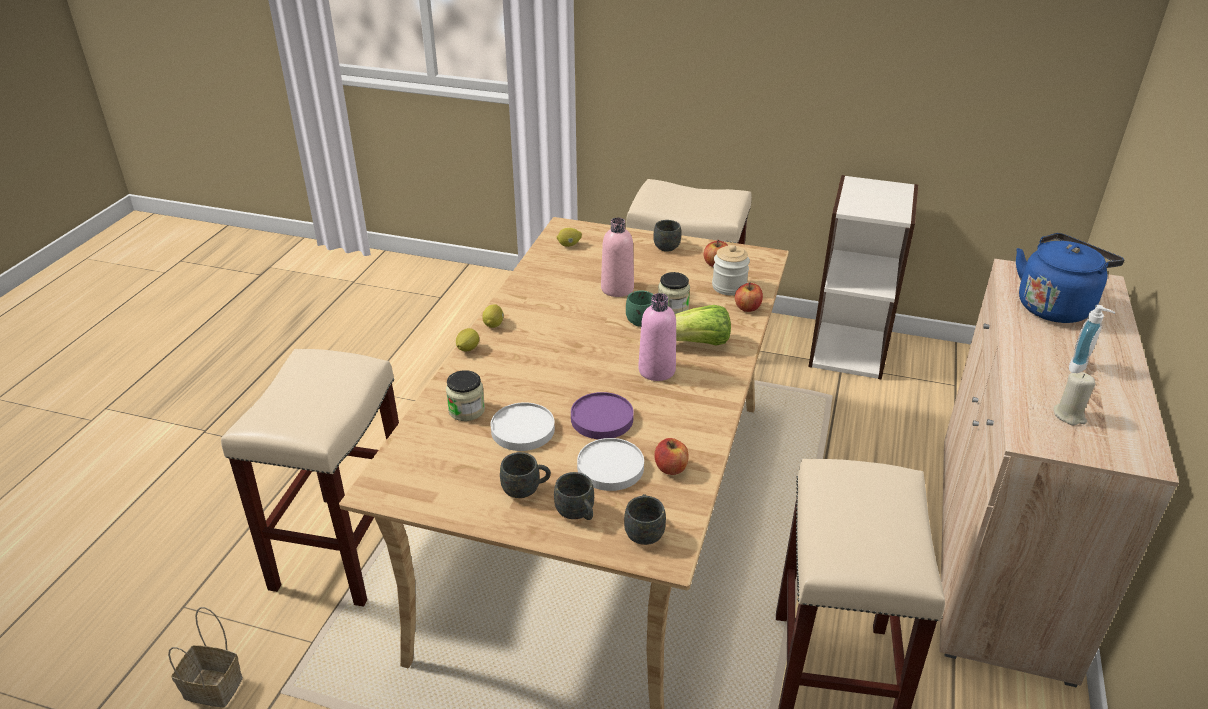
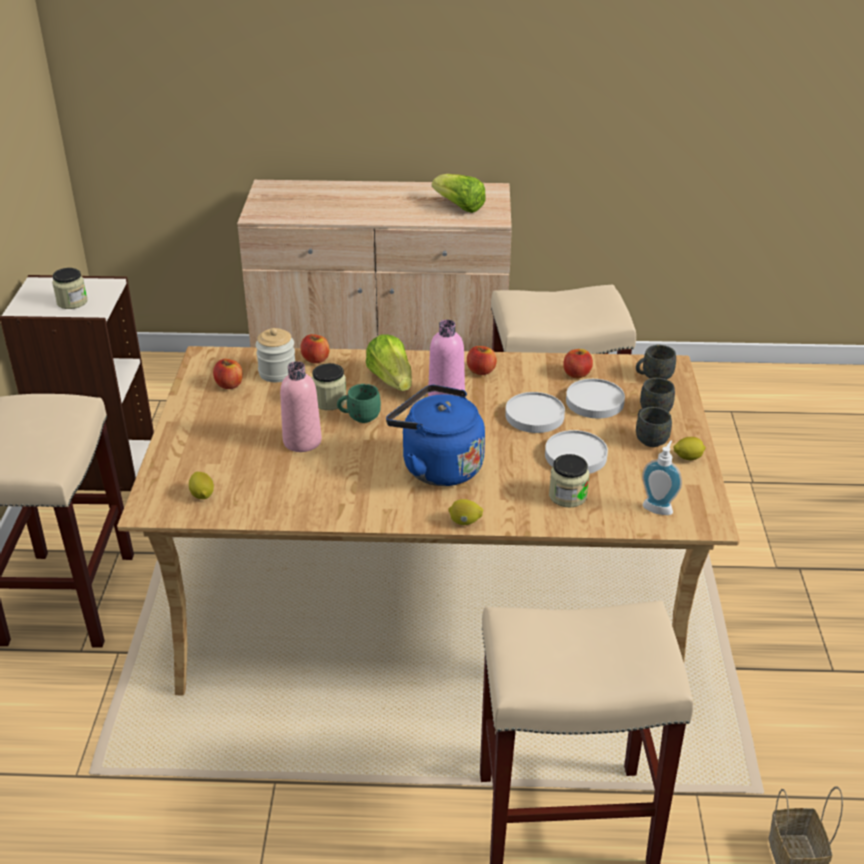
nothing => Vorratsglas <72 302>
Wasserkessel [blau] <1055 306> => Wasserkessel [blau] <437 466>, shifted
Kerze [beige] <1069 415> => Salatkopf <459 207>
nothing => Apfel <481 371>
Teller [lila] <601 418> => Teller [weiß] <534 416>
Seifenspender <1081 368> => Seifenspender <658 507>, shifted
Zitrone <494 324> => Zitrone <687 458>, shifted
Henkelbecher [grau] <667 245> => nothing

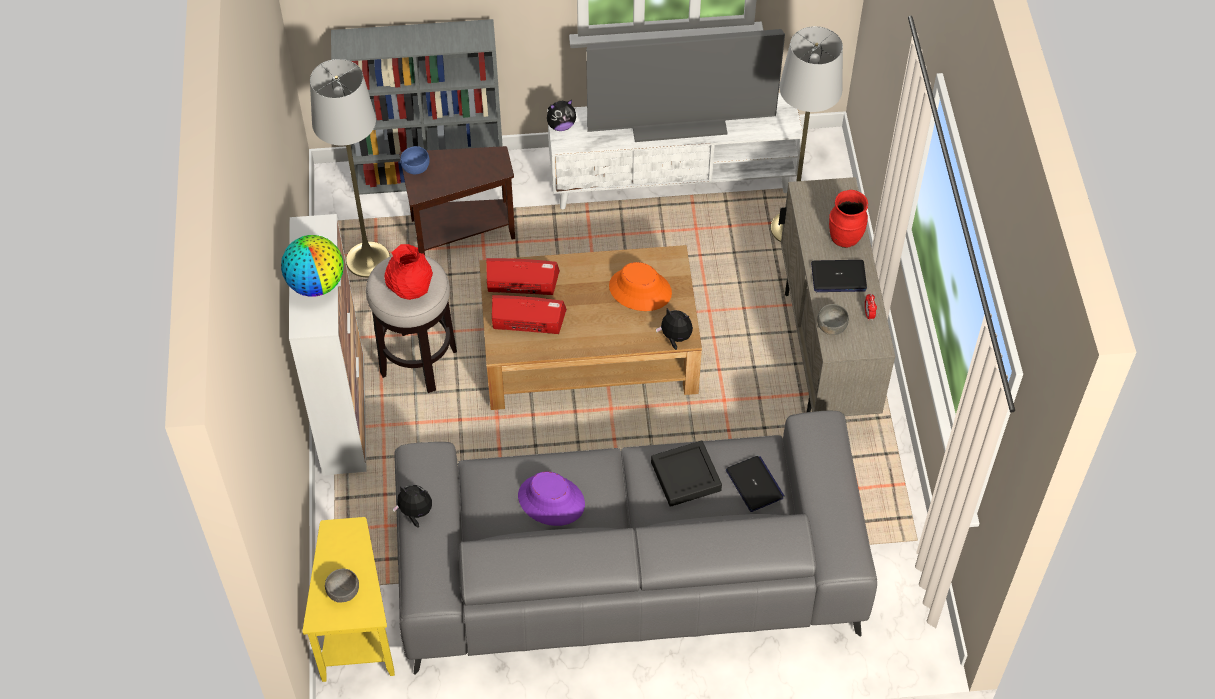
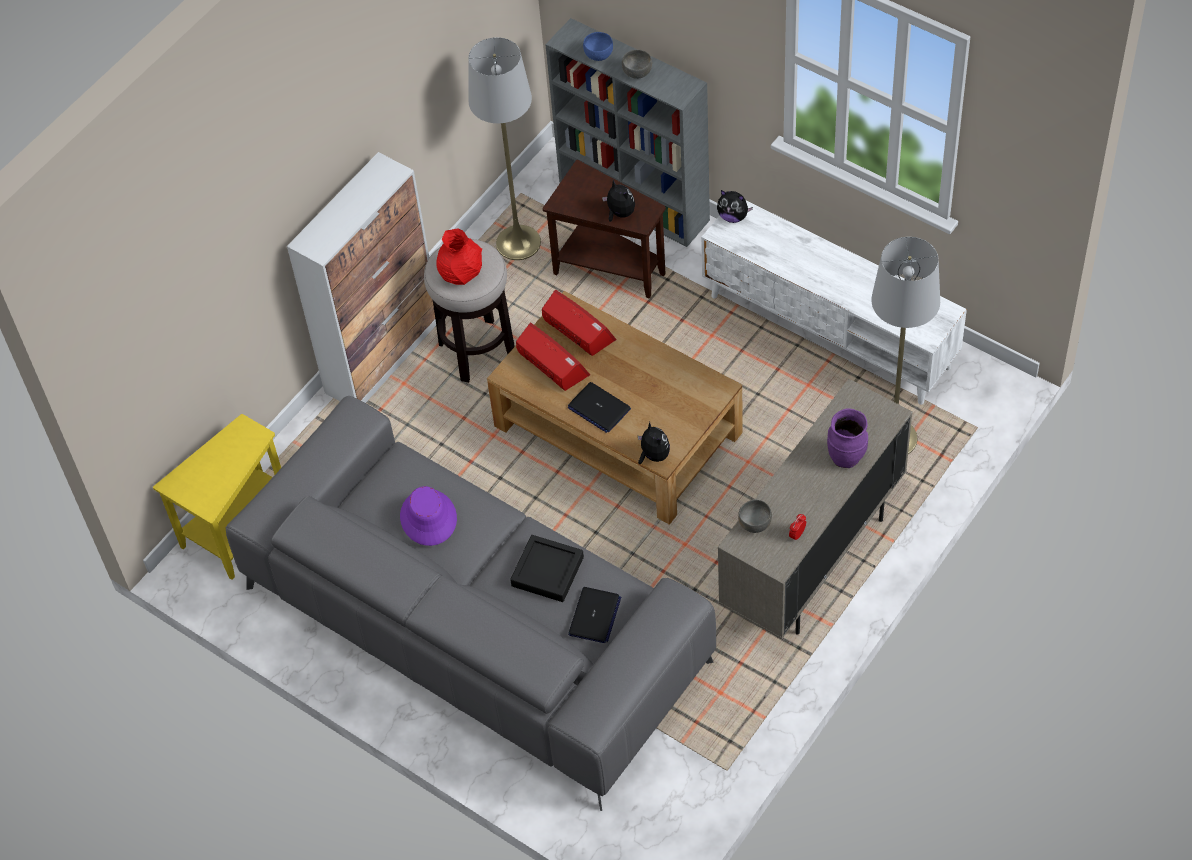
Laptop <838 277> => Laptop <599 408>, shifted
Schüssel [blau] <415 168> => Schüssel [blau] <598 54>, shifted
Plüschtier <415 513> => Plüschtier <619 213>, shifted
Schüssel [grau] <344 591> => Schüssel [grau] <637 72>, shifted
Vase [rot] <844 238> => Vase [lila] <846 457>
Globus <316 284> => nothing
Fernseher <679 121> => nothing
Hut [orange] <640 290> => nothing

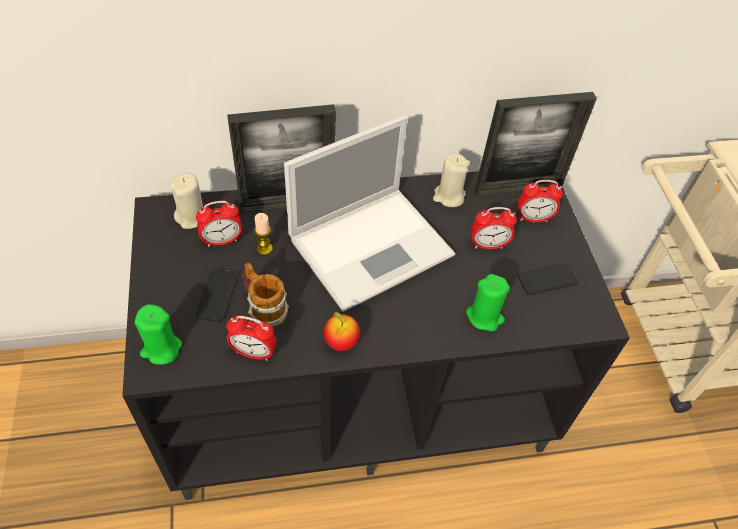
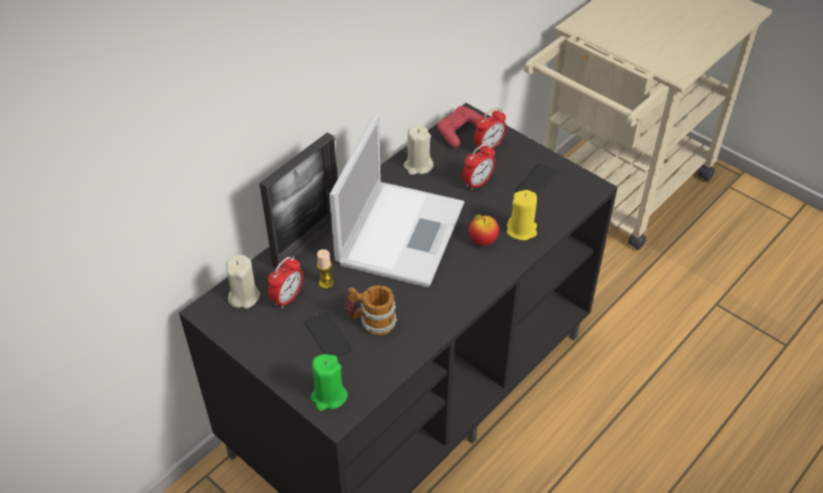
Bilderrahmen <518 188> => Gamepad [rot] <459 131>
Apfel <341 342> => Apfel <482 241>, shifted
Kerze [grün] <484 316> => Kerze [gelb] <521 230>
Wecker <253 353> => nothing

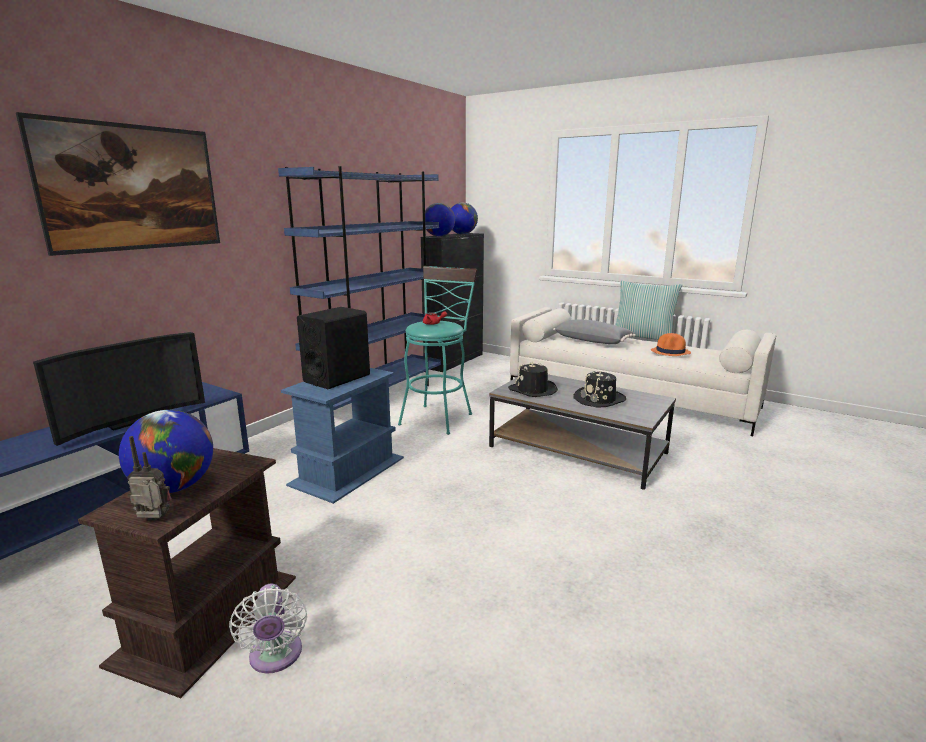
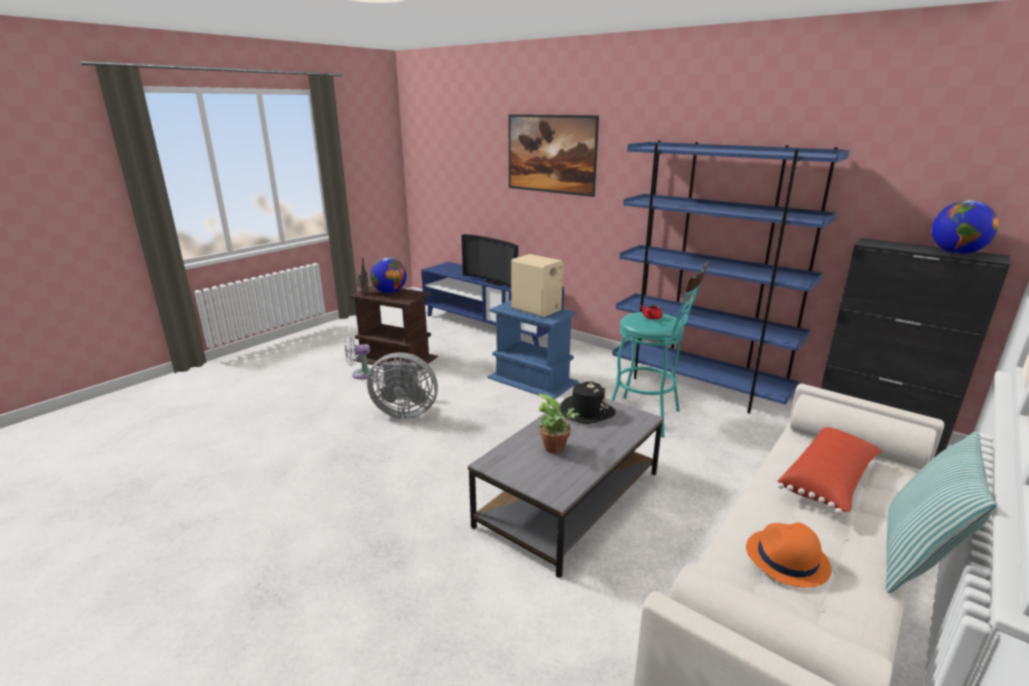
nothing => Ventilator [grau] <405 412>
Lautsprecher [schwarz] <337 378> => Lautsprecher [beige] <536 309>
Hut [schwarz] <599 399> => Topfpflanze <556 449>
Kissen [grau] <593 341> => Kissen [rot] <829 482>
Globus <439 236> => nothing

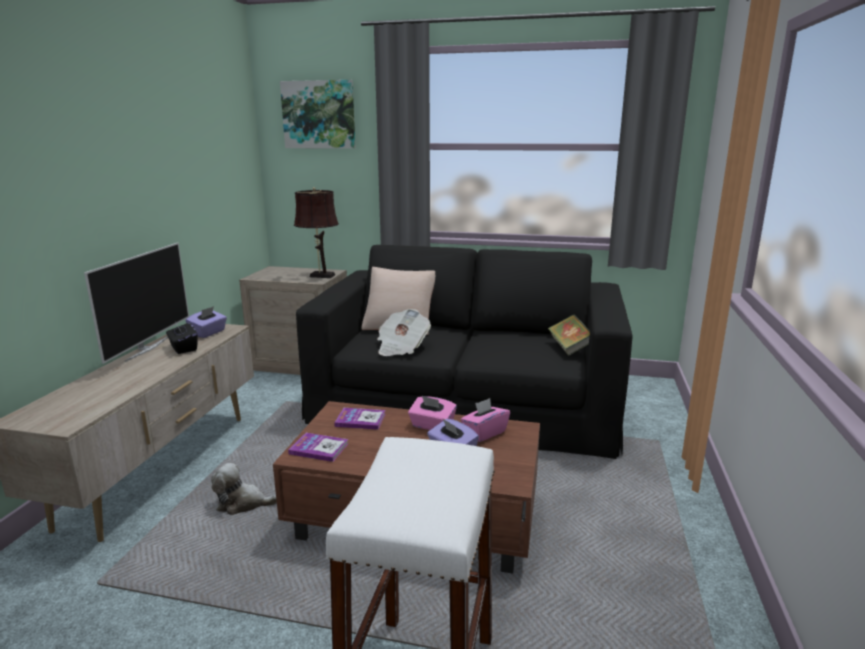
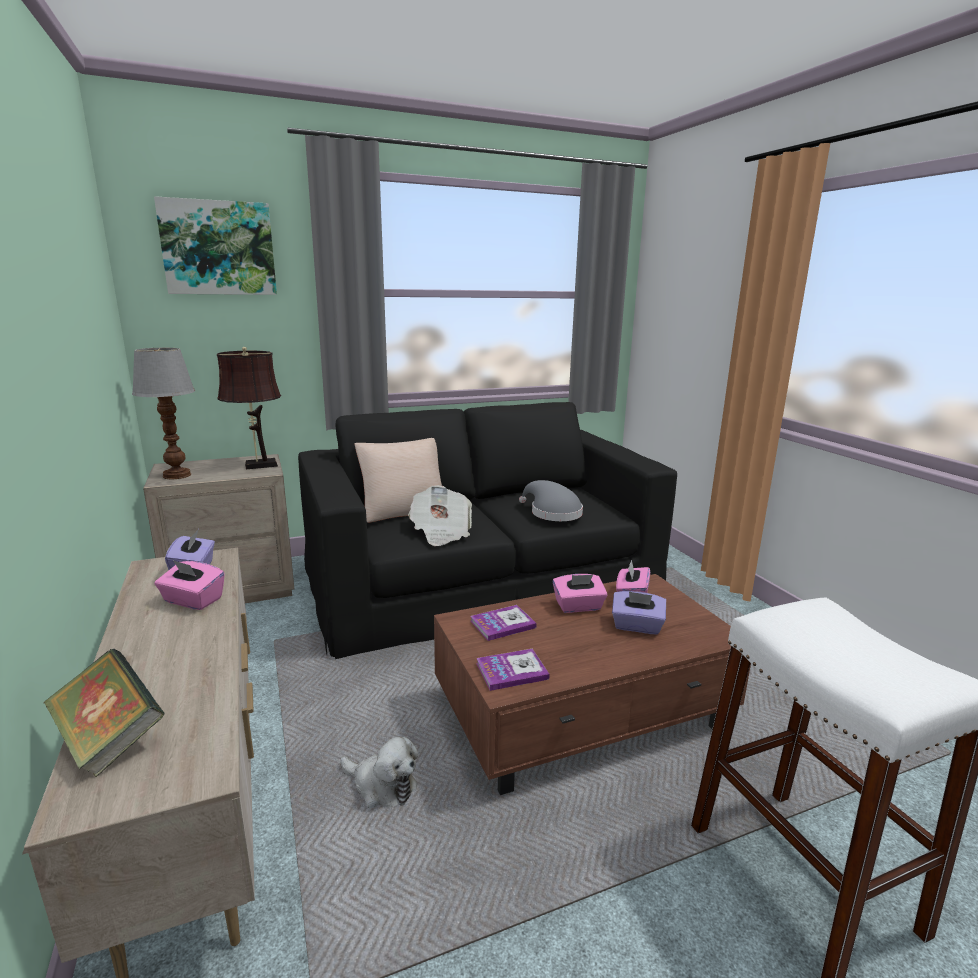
Buch <570 348> => Buch <110 738>, shifted
nothing => Tischlampe <177 475>
Taschentuchbox [schwarz] <183 348> => Taschentuchbox [rosa] <192 600>
Plüschtier <242 504> => Plüschtier <382 786>, 120 degrees counterclockwise
nothing => Hut [grau] <552 513>
Fernseher <146 348> => nothing

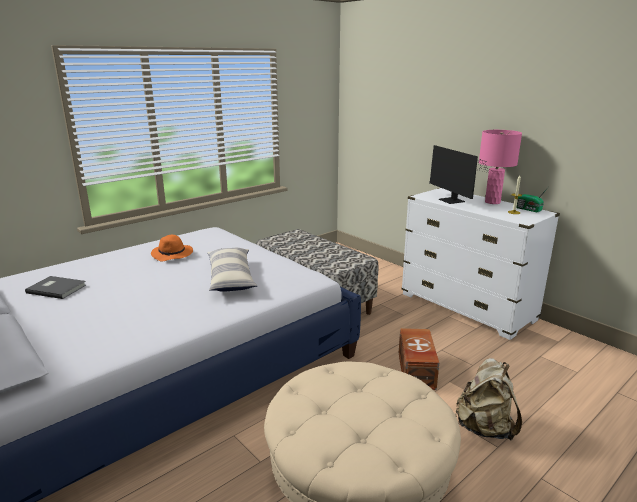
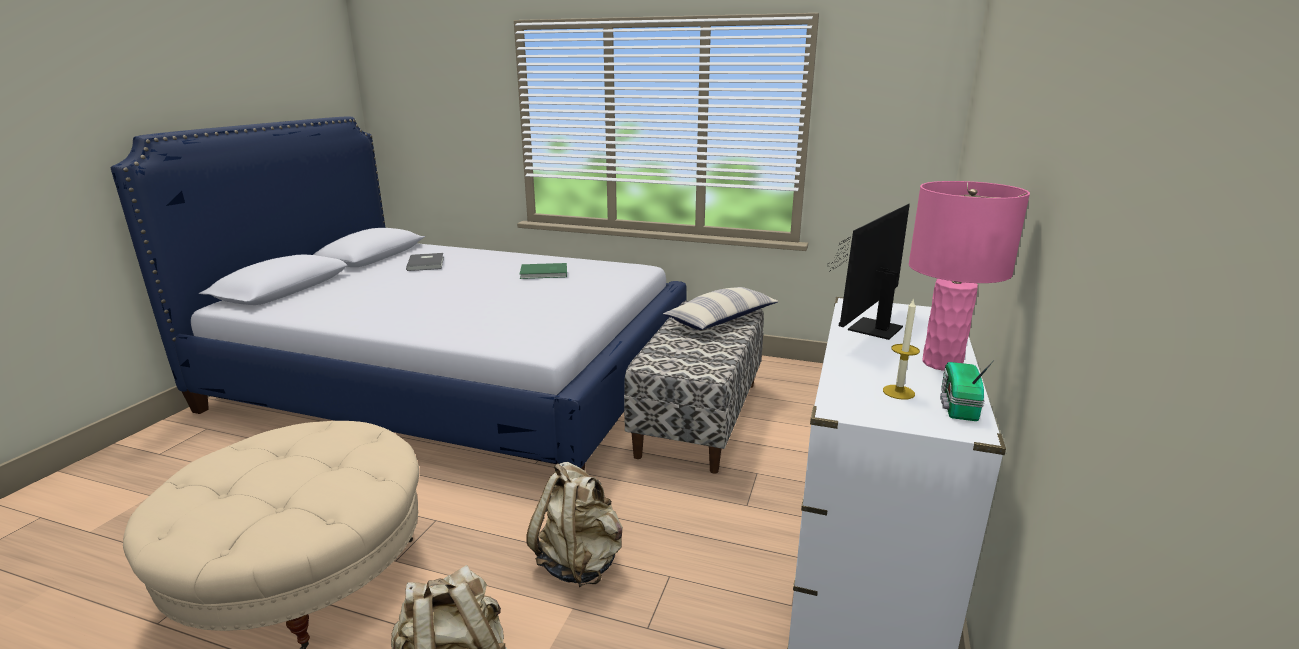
Hut [orange] <173 255> => Buch [grün] <544 273>
Aufbewahrungsbox [braun] <415 370> => Rucksack [beige] <579 562>
Kissen <231 278> => Kissen <721 320>, shifted

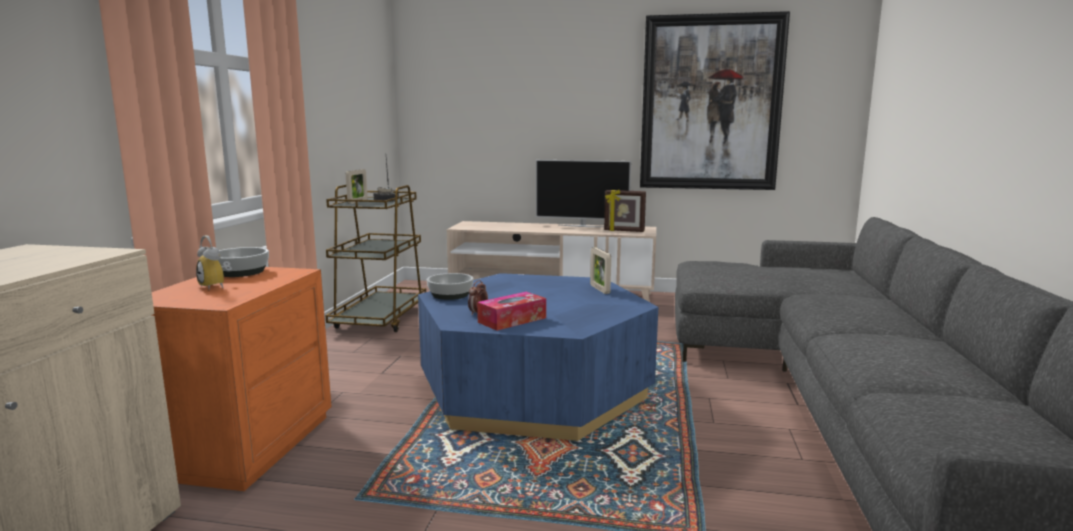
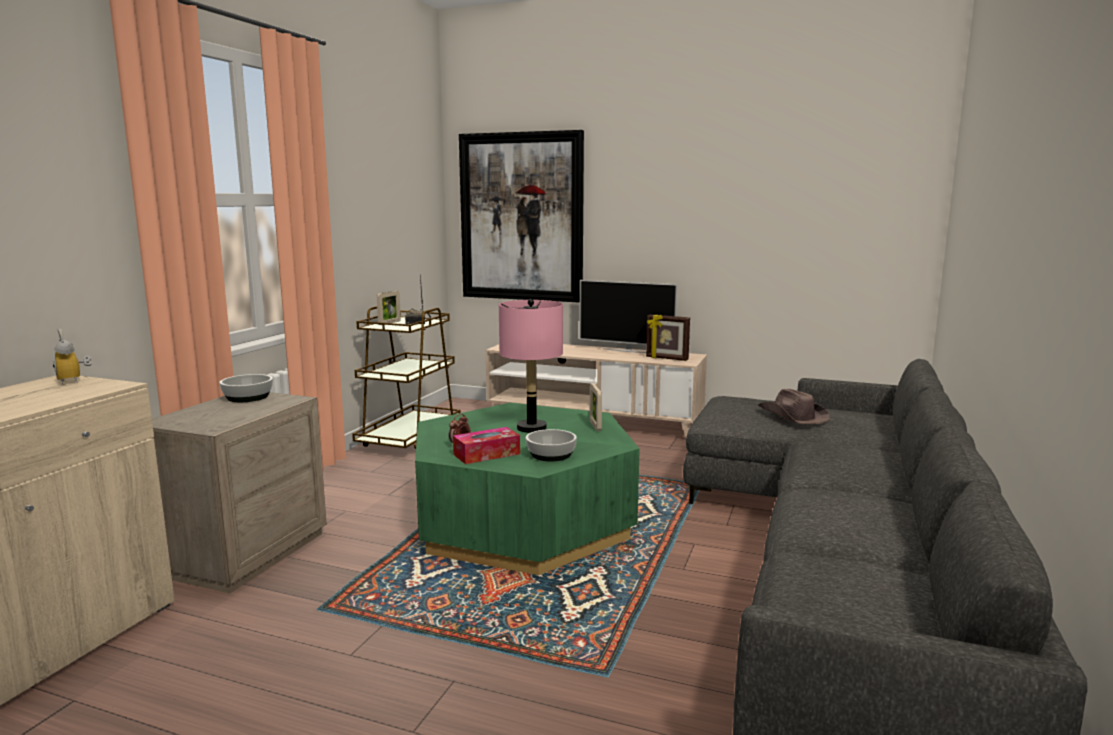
Wecker <217 286> => Wecker <75 380>, shifted
Nachttisch [orange] <244 445> => Nachttisch [beige] <243 553>
Couchtisch [blau] <534 390> => Couchtisch [grün] <523 522>
Bild <710 103> => Bild <521 217>, shifted
nothing => Tischlampe [rosa] <532 428>
Schüssel <450 295> => Schüssel <550 455>, shifted
nothing => Hut [braun] <792 416>

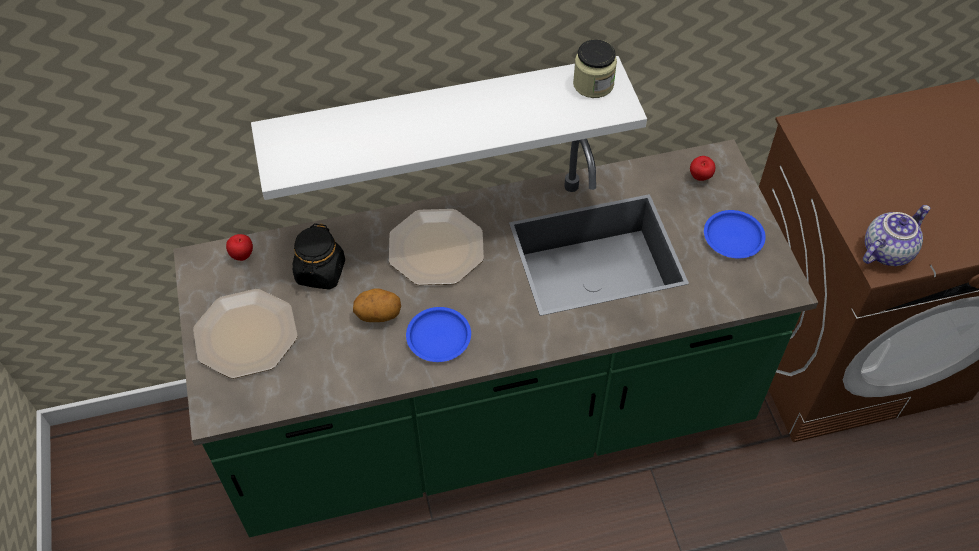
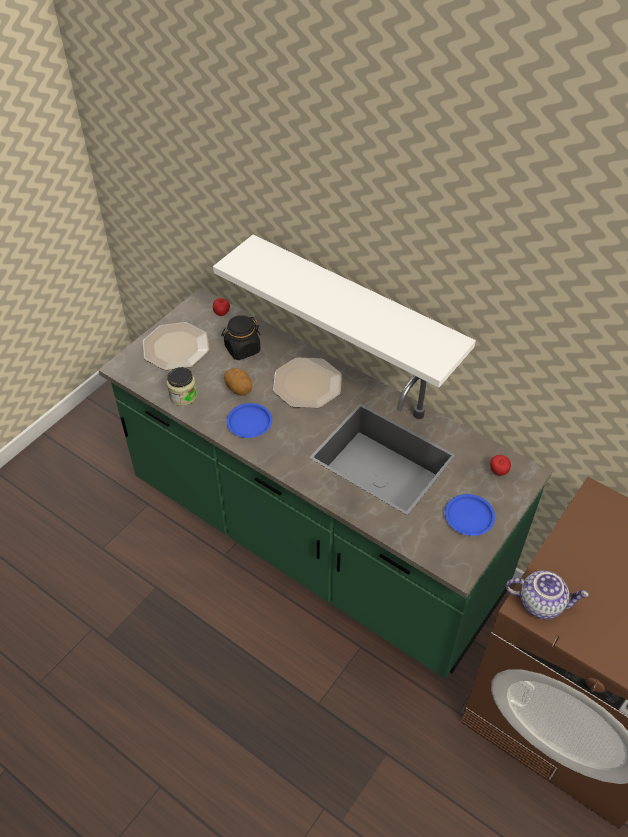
Vorratsglas <593 84> => Vorratsglas <183 396>, shifted

